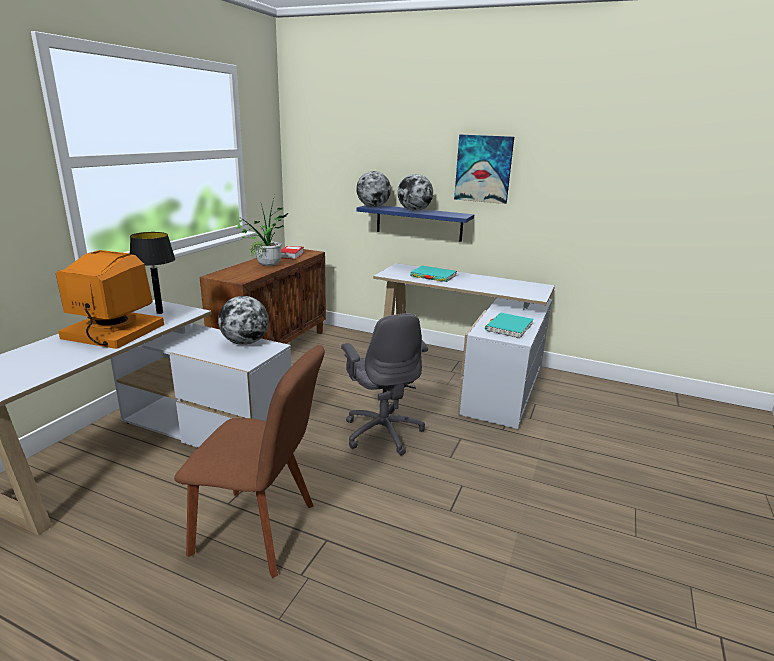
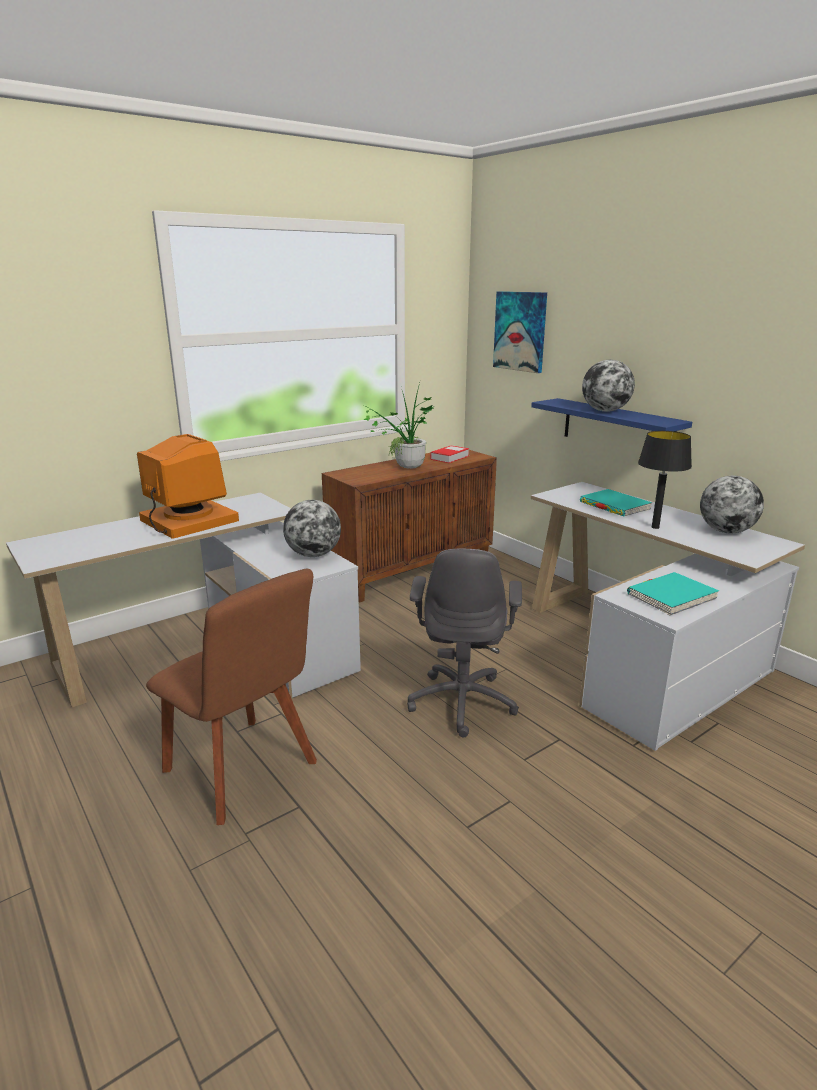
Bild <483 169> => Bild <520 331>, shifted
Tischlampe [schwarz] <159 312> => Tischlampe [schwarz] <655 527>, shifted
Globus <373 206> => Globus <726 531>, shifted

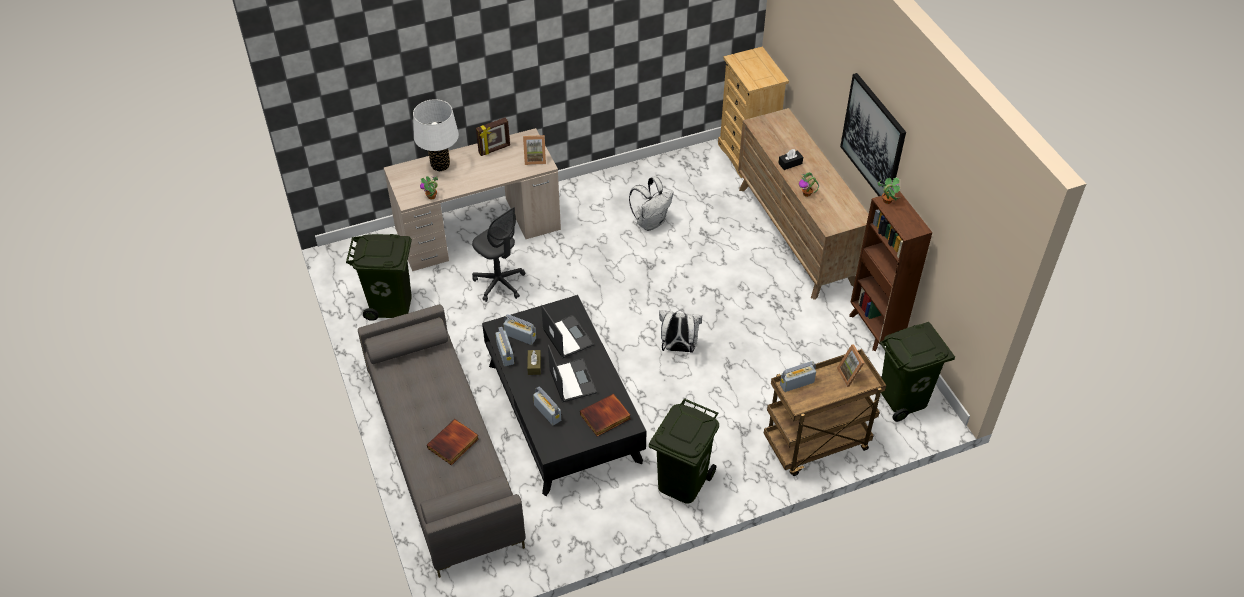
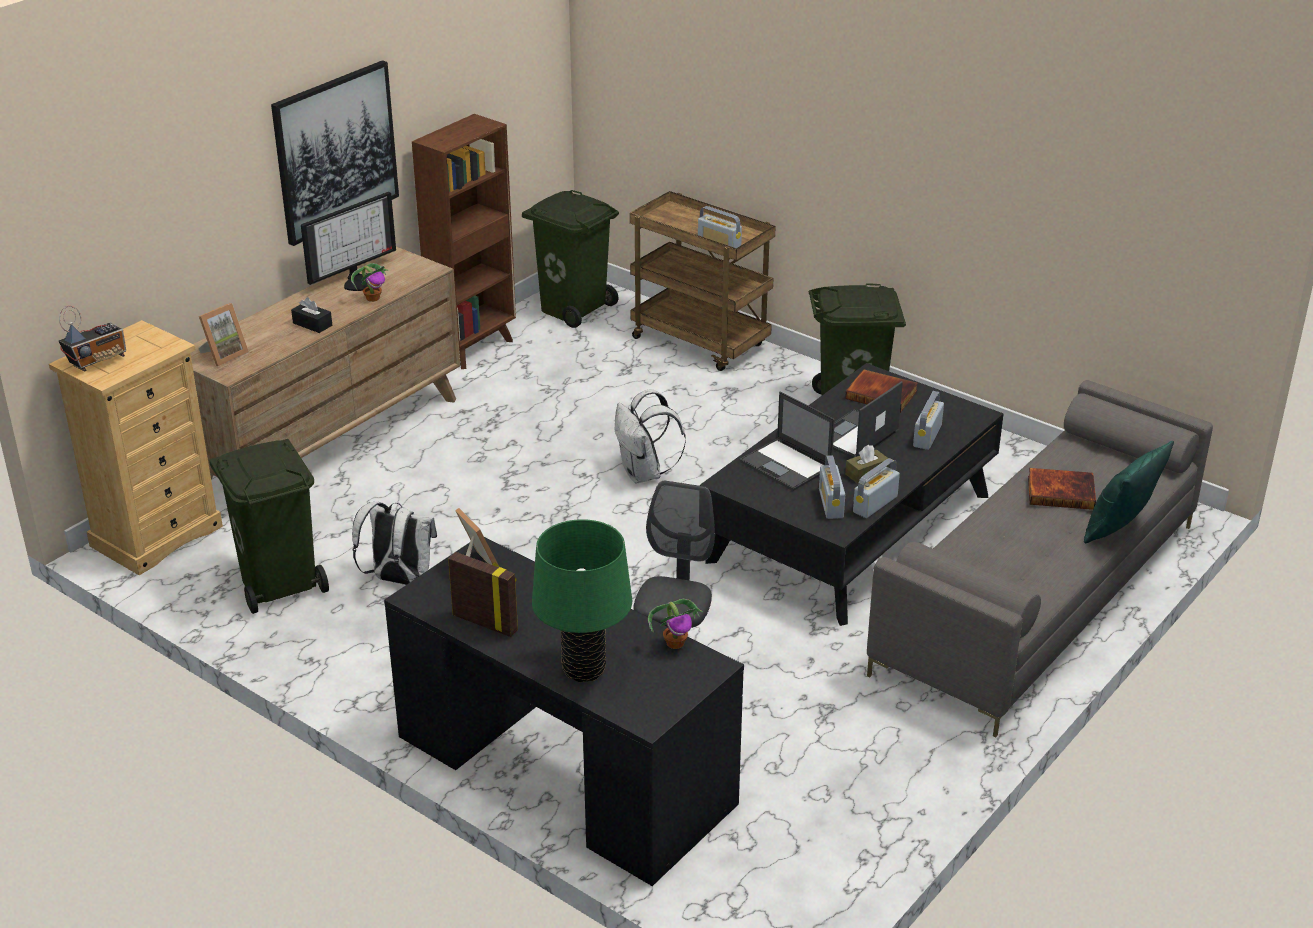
nothing => Radio <98 361>
Bilderrahmen <851 375> => Bilderrahmen <224 355>, shifted
Mülleimer [grün] <391 305> => Mülleimer [grün] <280 584>, shifted
nothing => Monitor <361 280>
Schreibtisch [beige] <478 229> => Schreibtisch [schwarz] <565 768>
Tischlampe [weiß] <440 165> => Tischlampe [grün] <584 670>
Laptop <567 336> => Laptop <787 465>, 75 degrees counterclockwise
nothing => Kissen [grün] <1119 528>
Topfpflanze <887 200> => nothing

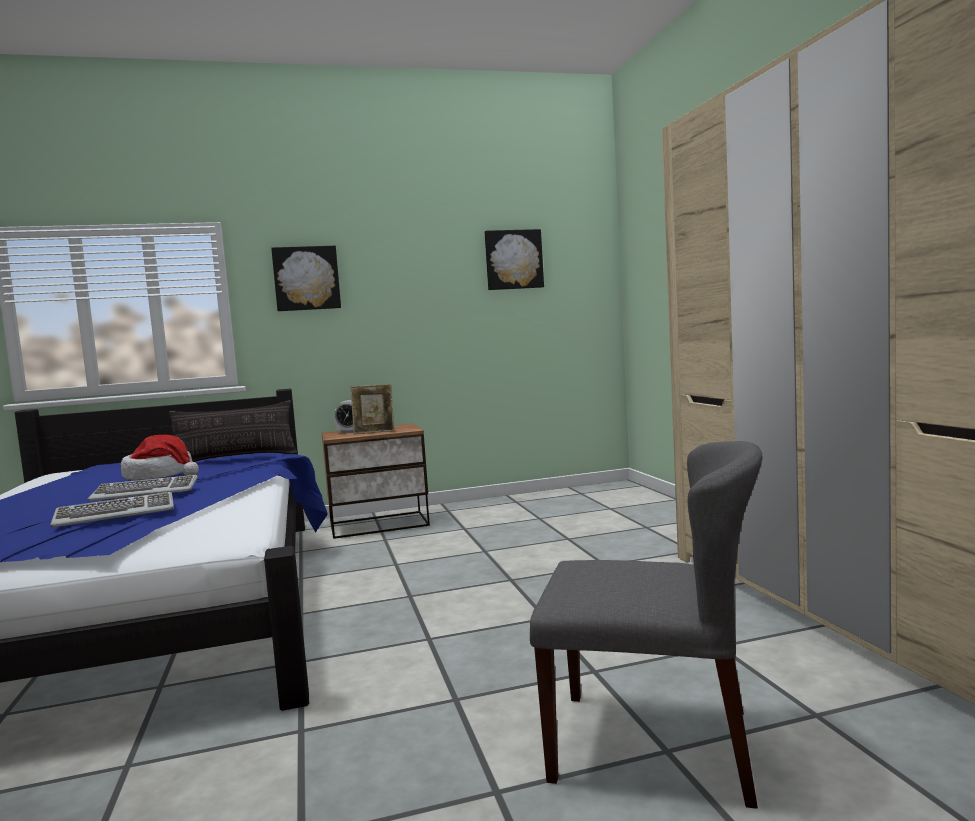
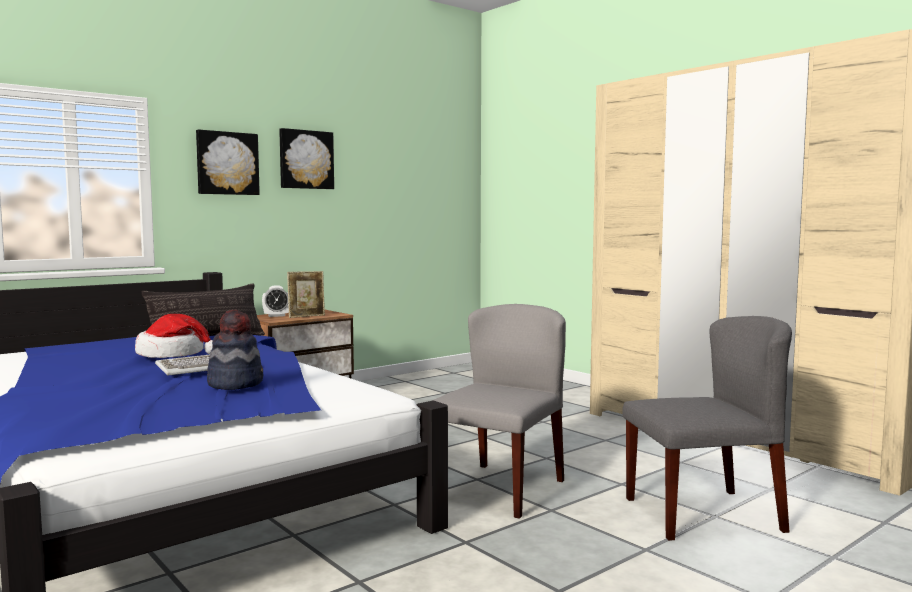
Tastatur <116 514> => Hut <235 383>
Bild <513 260> => Bild <306 159>, shifted
nothing => Stuhl [grau] <499 489>

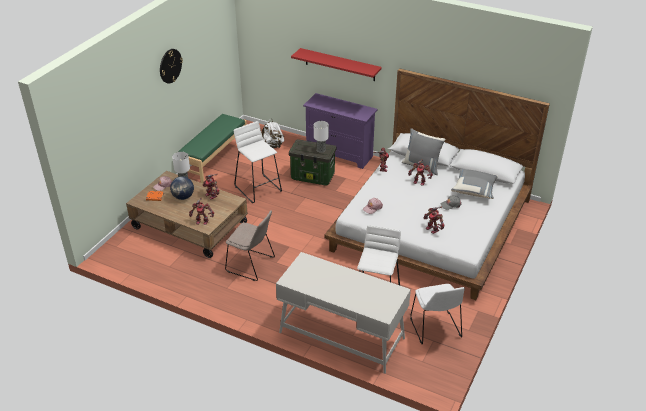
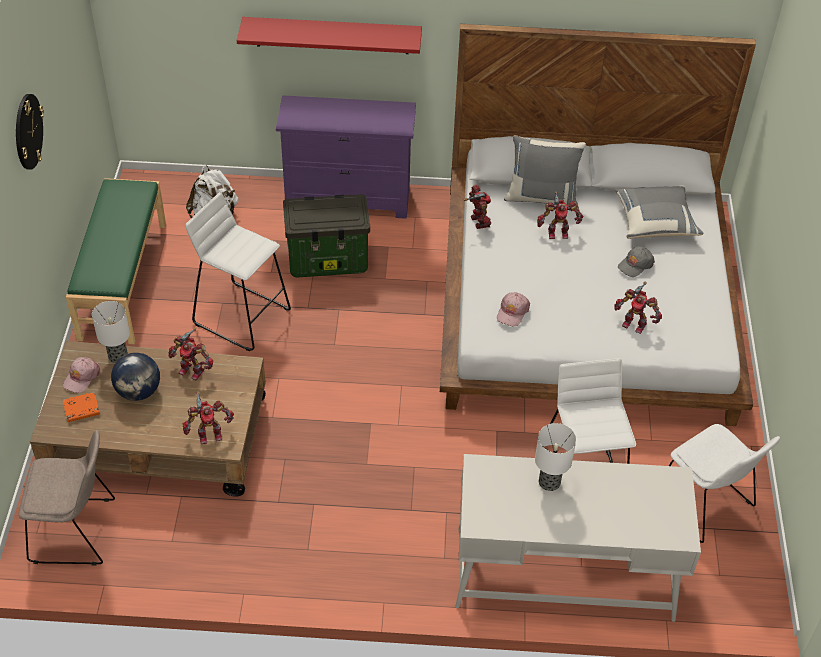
Stuhl [beige] <252 265> => Stuhl [beige] <77 531>, shifted
Tischlampe <321 150> => Tischlampe <550 482>, shifted

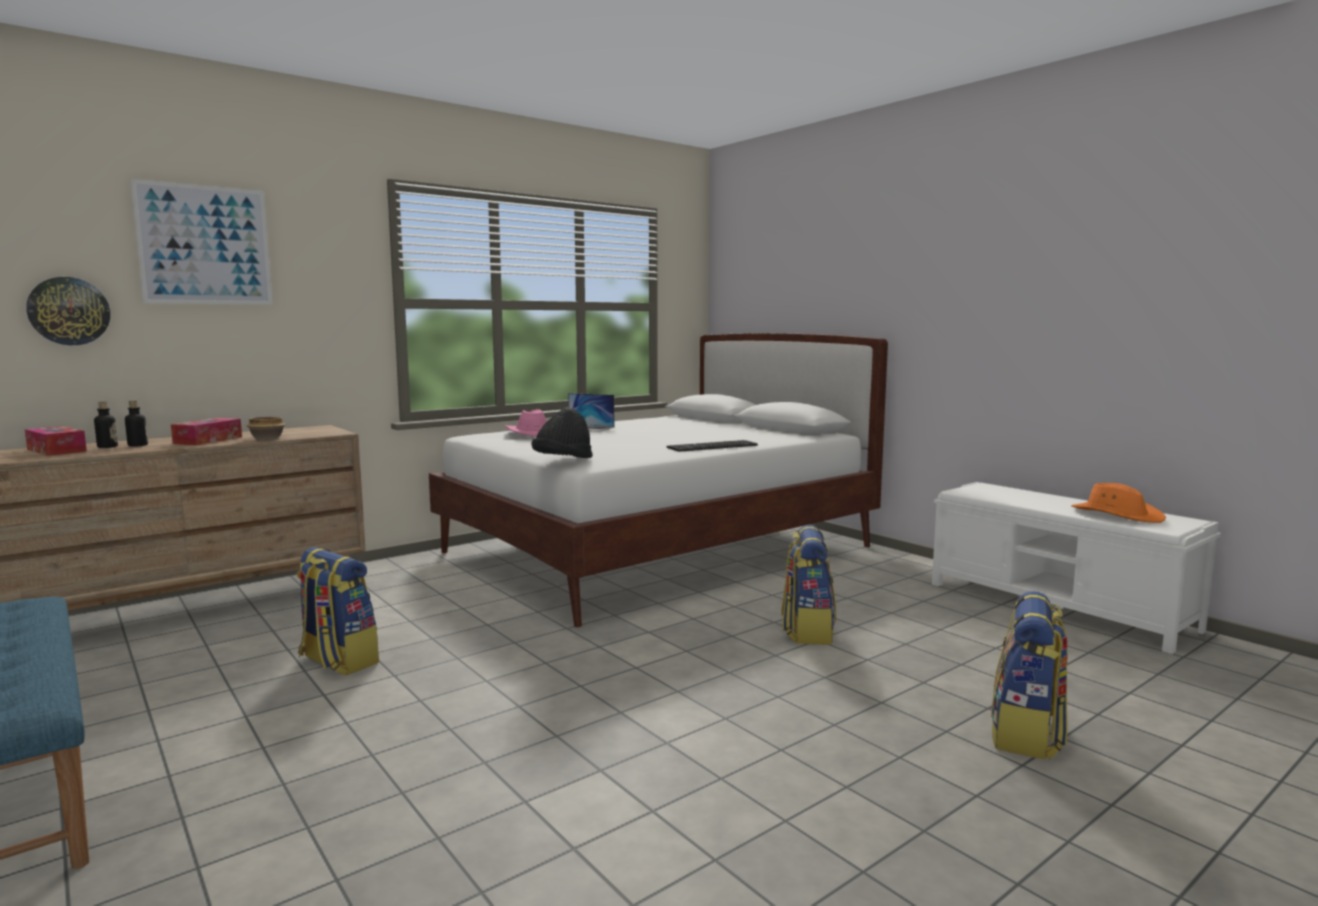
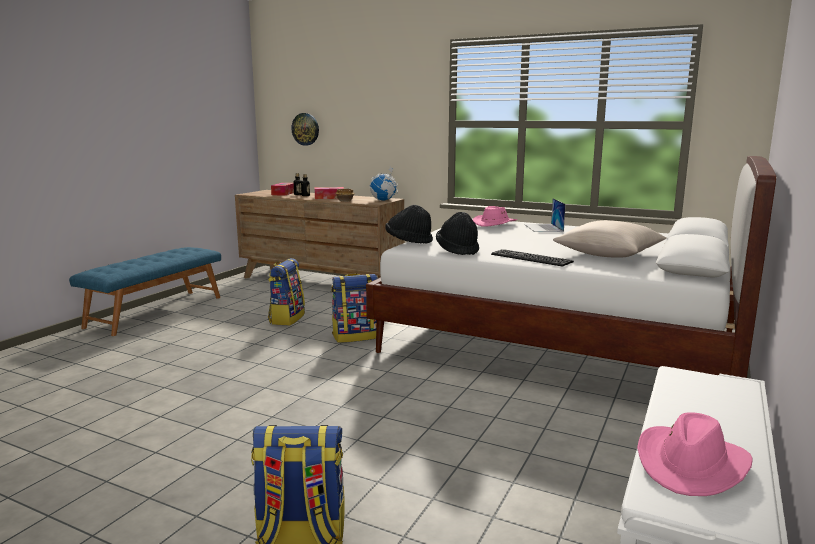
Rucksack <807 631> => Rucksack <356 336>, shifted
nothing => Globus <383 200>
nothing => Hut [schwarz] <458 250>
nothing => Kissen [beige] <608 254>
Hut [orange] <1116 515> => Hut [rosa] <691 465>
Bild <205 245> => nothing

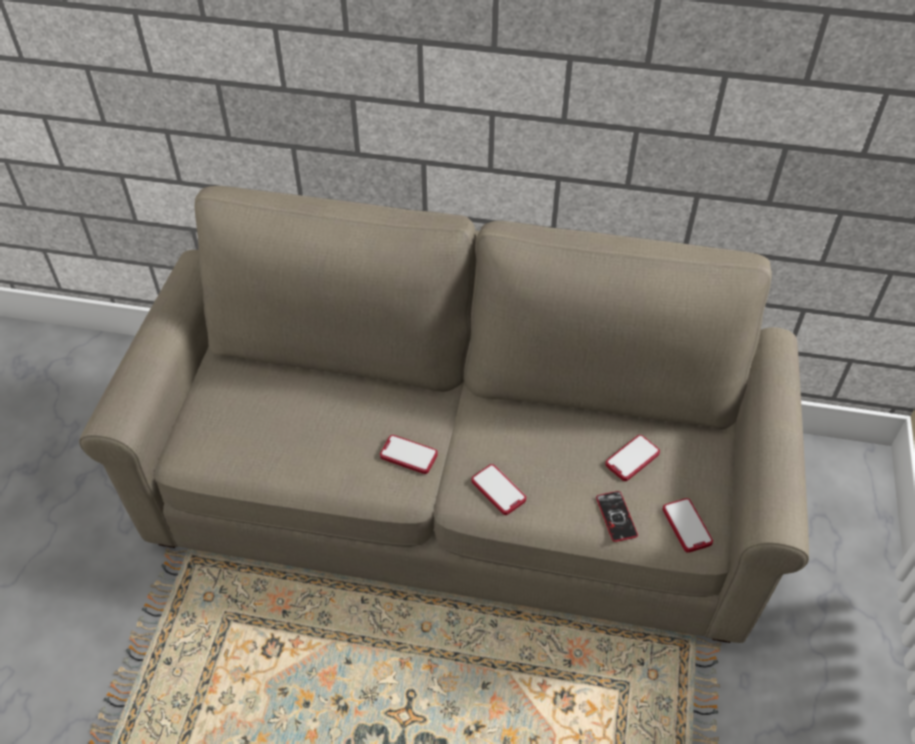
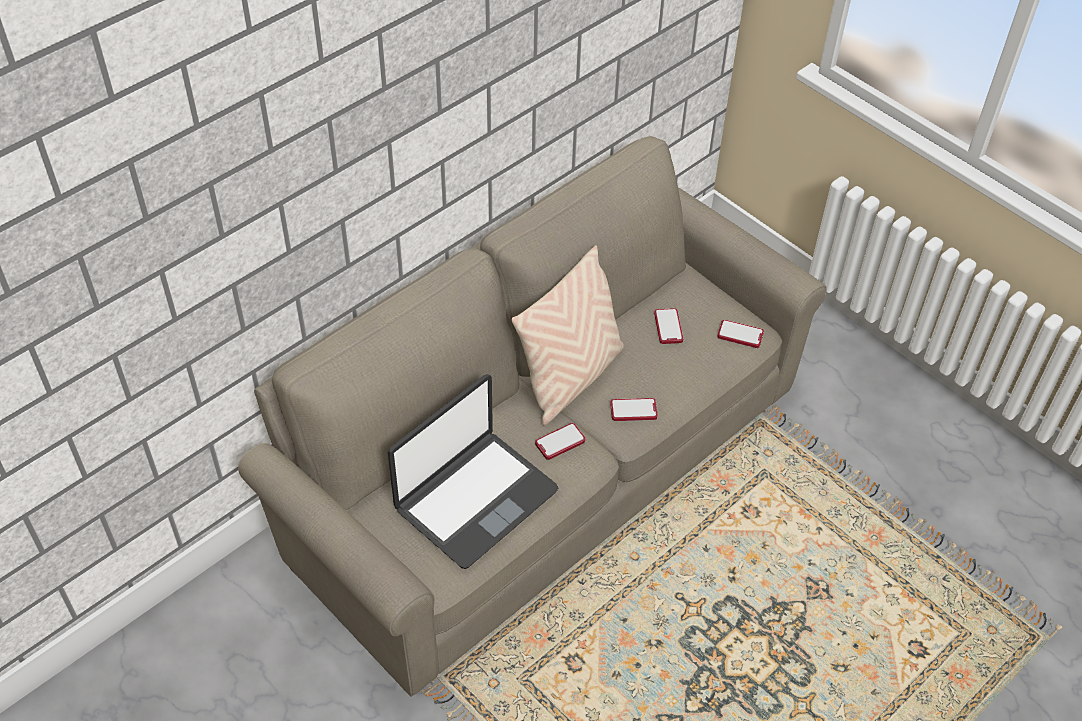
nothing => Laptop <475 499>
nothing => Kissen [beige] <571 377>
Handy <616 516> => nothing

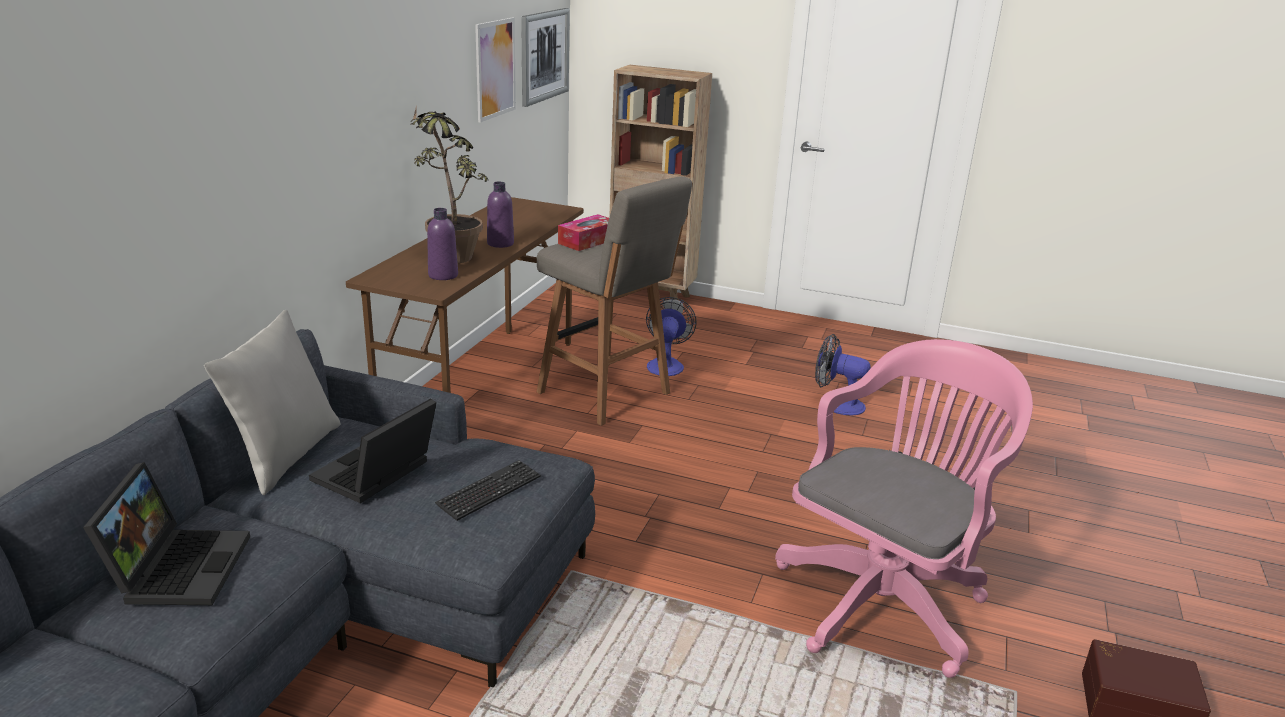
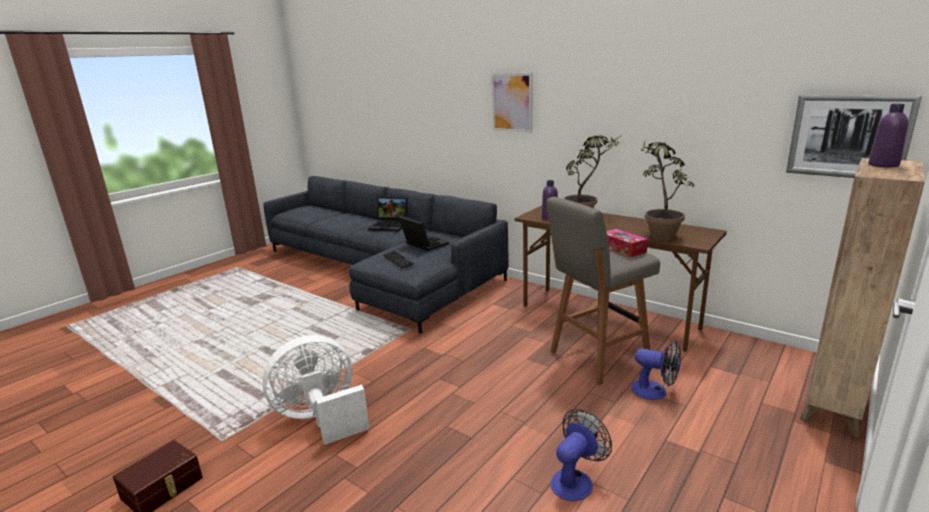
Bürostuhl [rosa] <885 599> => Ventilator [weiß] <321 418>
Bild <495 69> => Bild <512 102>, shifted
nothing => Topfpflanze <658 234>
Flasche [lila] <500 243> => Flasche [lila] <883 165>, shifted
Kissen [grau] <285 456> => nothing

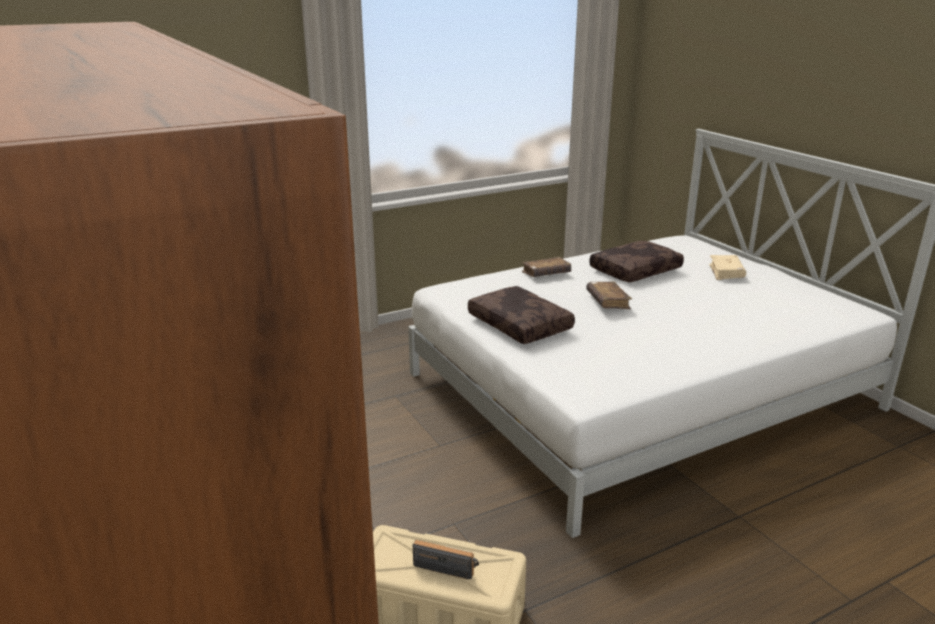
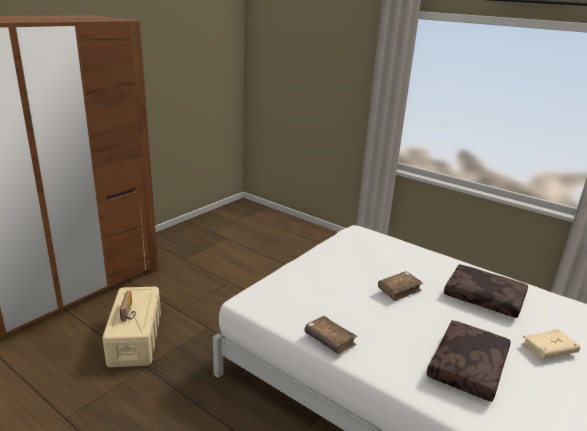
Buch [braun] <546 273> => Buch [braun] <329 340>, shifted
Kissen [braun] <521 325> => Kissen [braun] <469 368>, shifted

